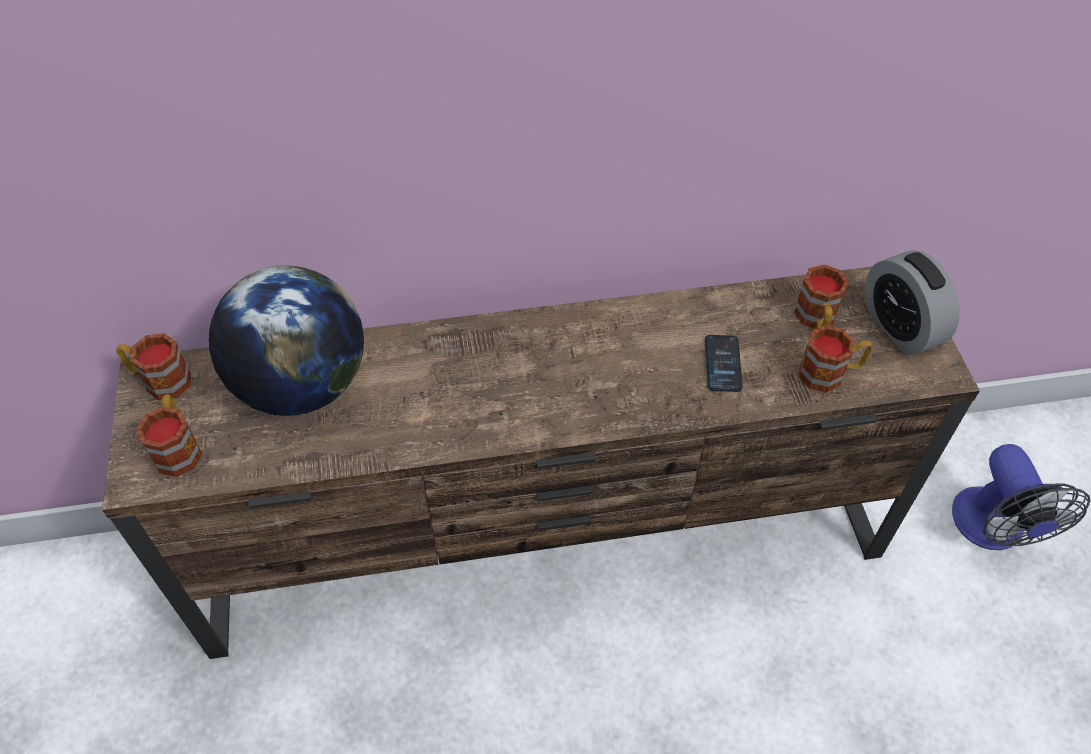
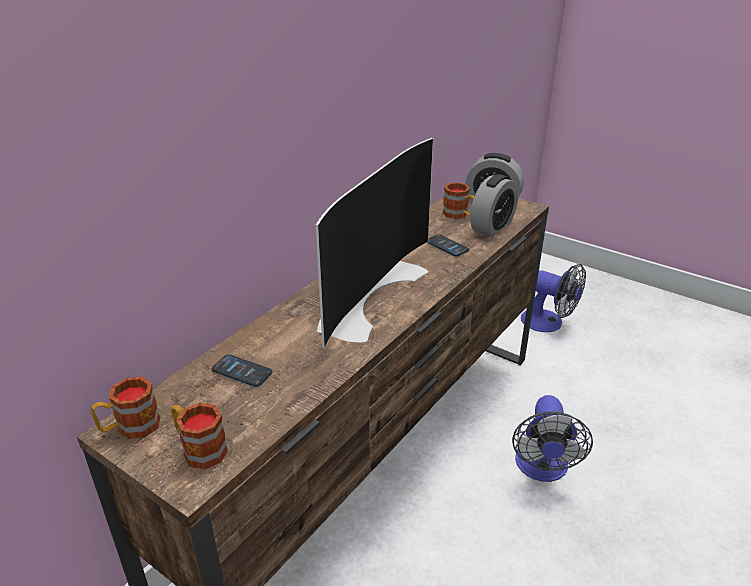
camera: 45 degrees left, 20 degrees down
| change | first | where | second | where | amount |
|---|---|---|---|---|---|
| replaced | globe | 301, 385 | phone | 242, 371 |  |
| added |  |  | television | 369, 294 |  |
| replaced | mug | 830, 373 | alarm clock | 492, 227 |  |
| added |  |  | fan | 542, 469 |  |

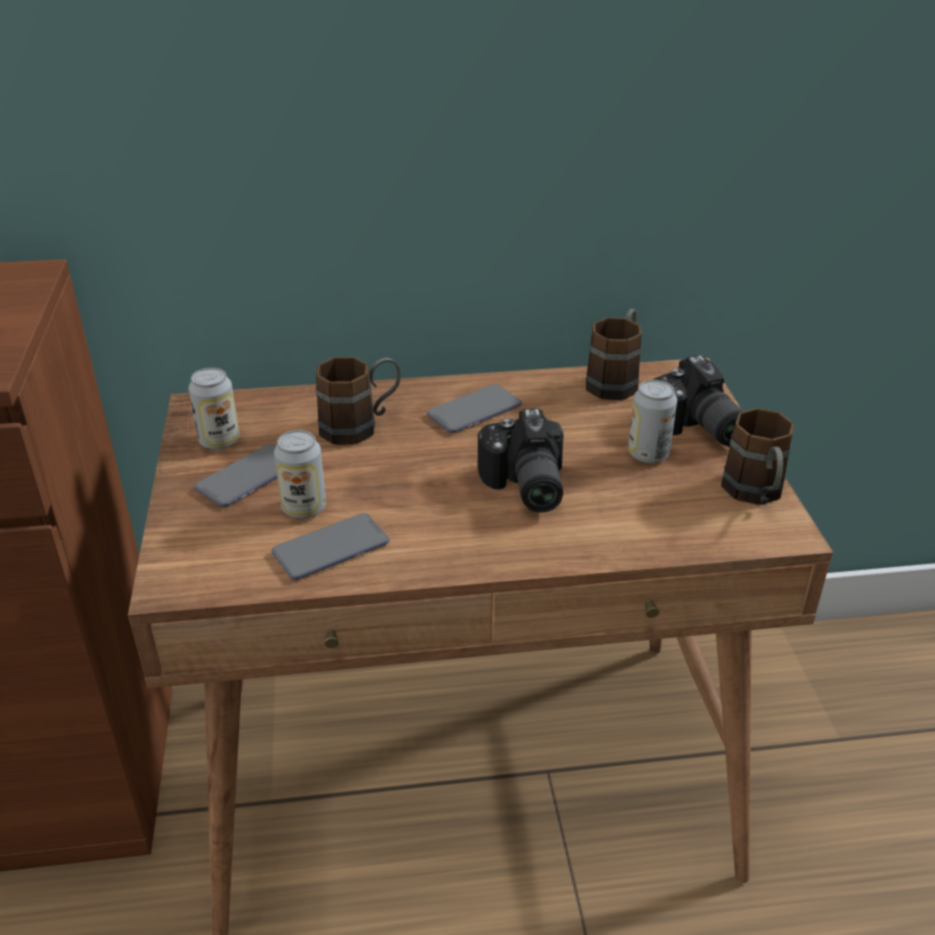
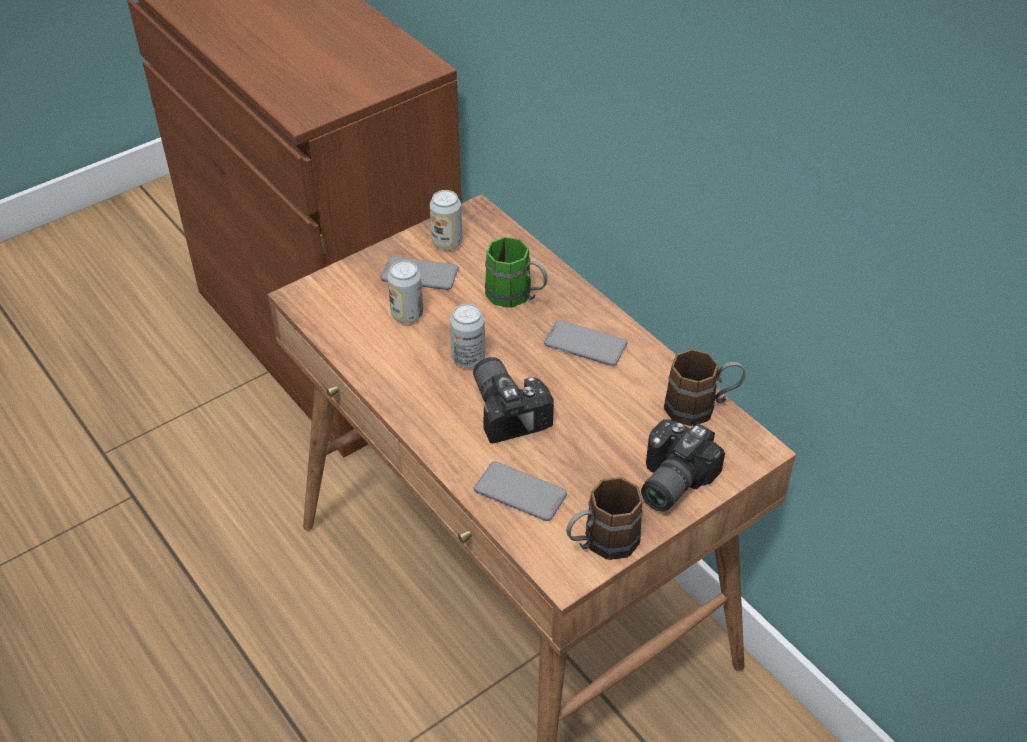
camera: 60 degrees right, 10 degrees up
| change | first | where | second | where | amount |
|---|---|---|---|---|---|
| moved | can | 648, 454 |  | 468, 358 |  |
| turned | photo camera | 523, 487 |  | 509, 408 | 105 degrees clockwise |
| moved | phone | 331, 548 |  | 520, 492 |  |
| recoloured | mug in brown | 360, 426 | mug in green | 517, 297 |  |

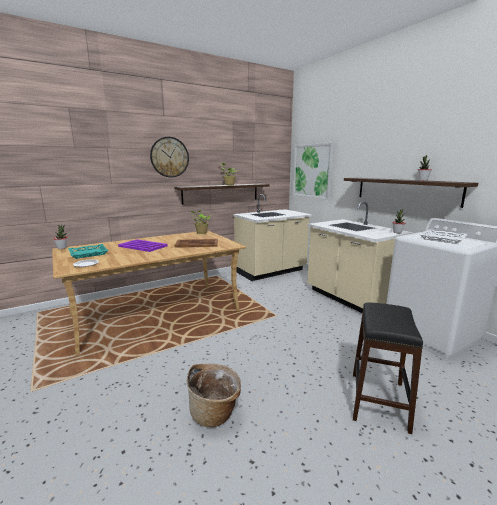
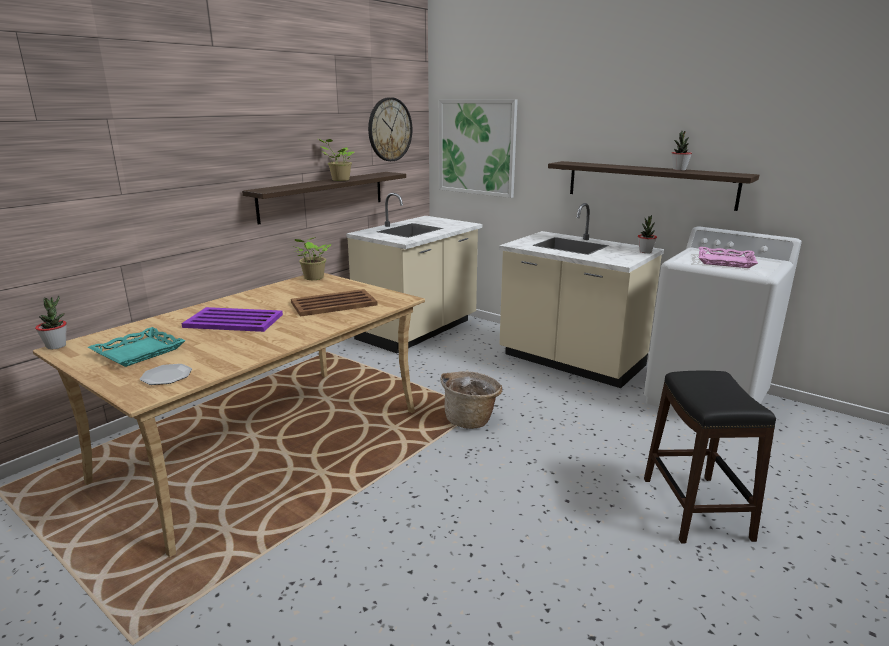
camera: 20 degrees left, 5 degrees up
| change | first | where | second | where | amount |
|---|---|---|---|---|---|
| moved | wall clock | 169, 157 |  | 389, 129 |  |
| moved | basket | 215, 413 |  | 470, 419 |  |
| recoloured | tray in white | 442, 239 | tray in pink | 725, 261 |  |

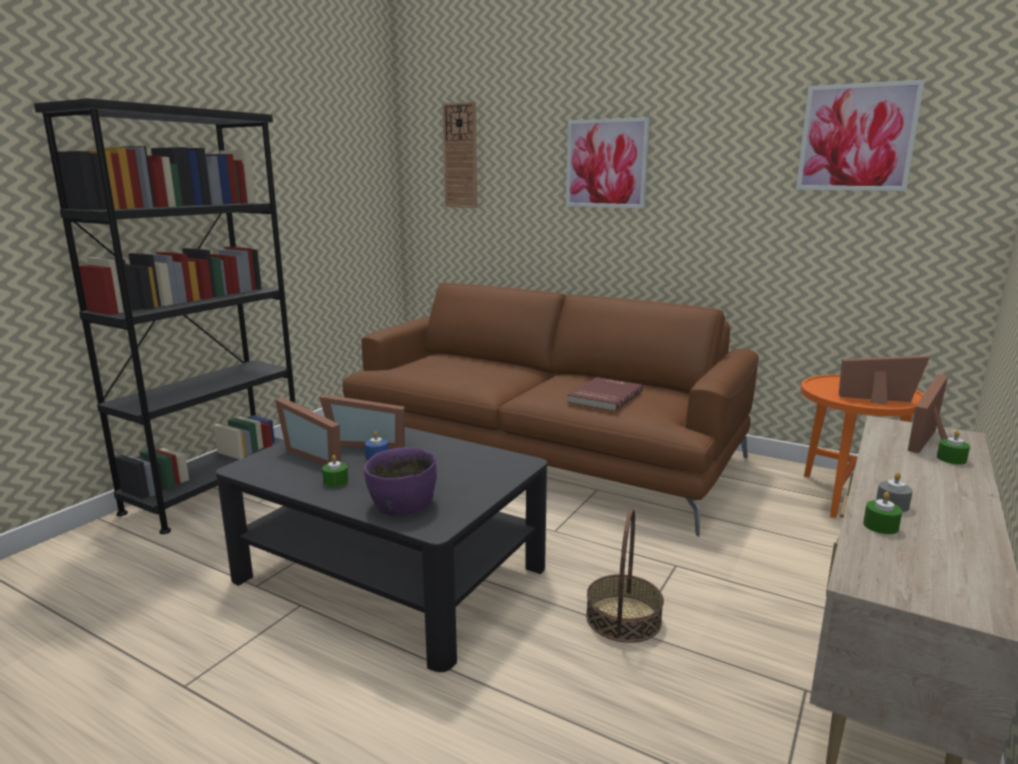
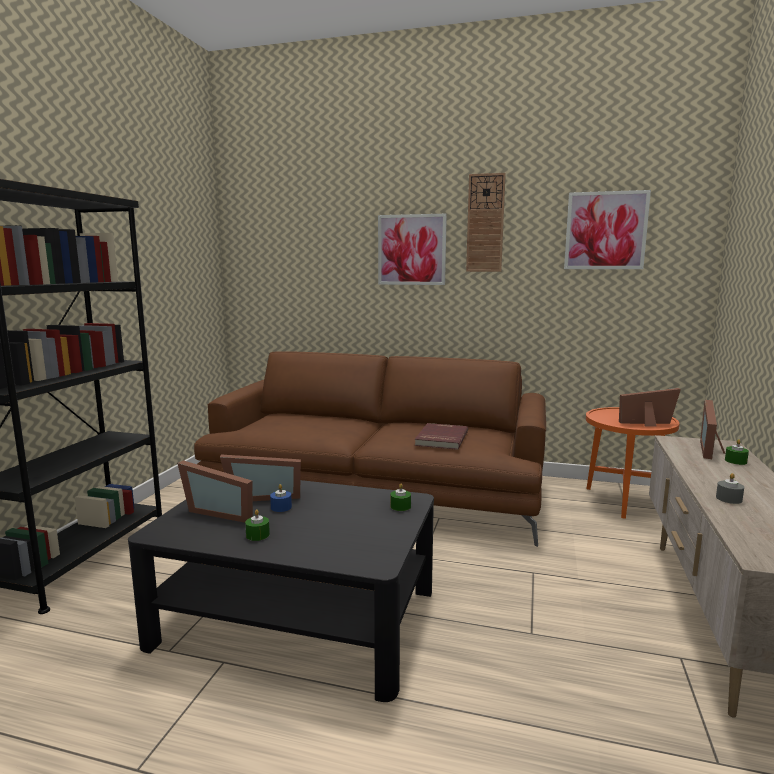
camera: 15 degrees left, 5 degrees down
| change | first | where | second | where | amount |
|---|---|---|---|---|---|
| moved | candle in green | 880, 526 |  | 400, 506 |  |
| moved | wall clock | 461, 156 |  | 485, 223 |  |
| removed | bowl in purple | 401, 504 |  |  |  |
| removed | basket | 623, 618 |  |  |  |

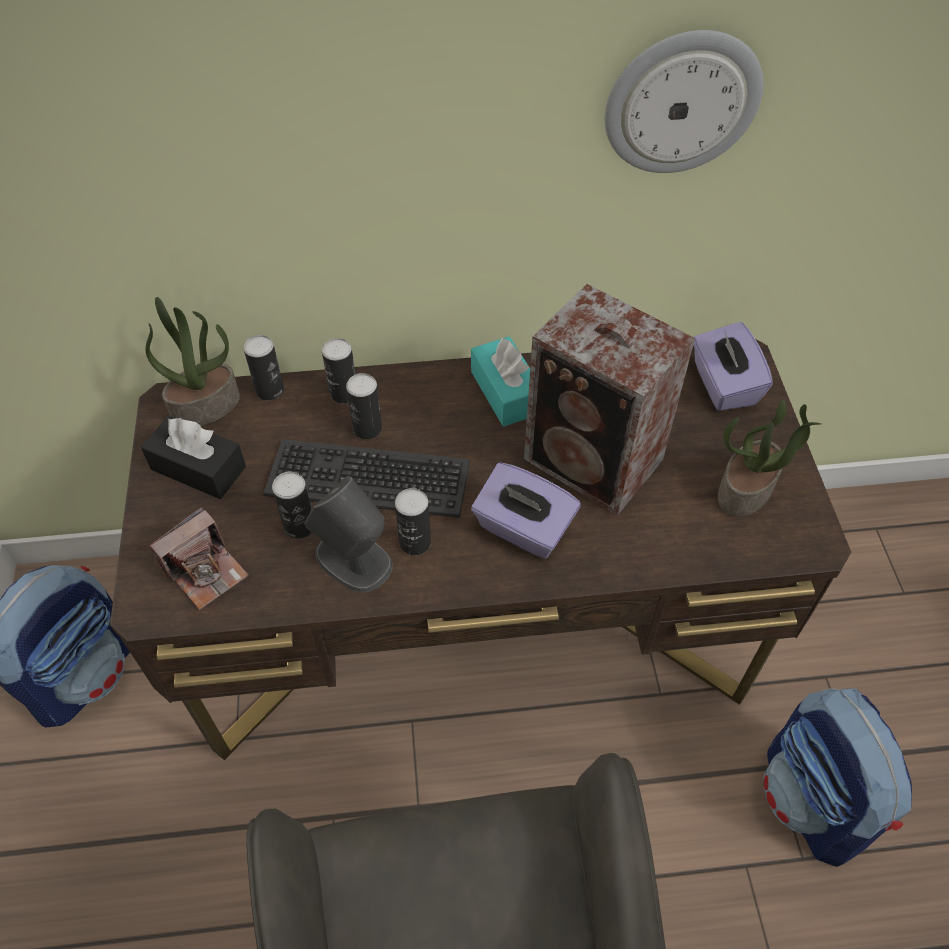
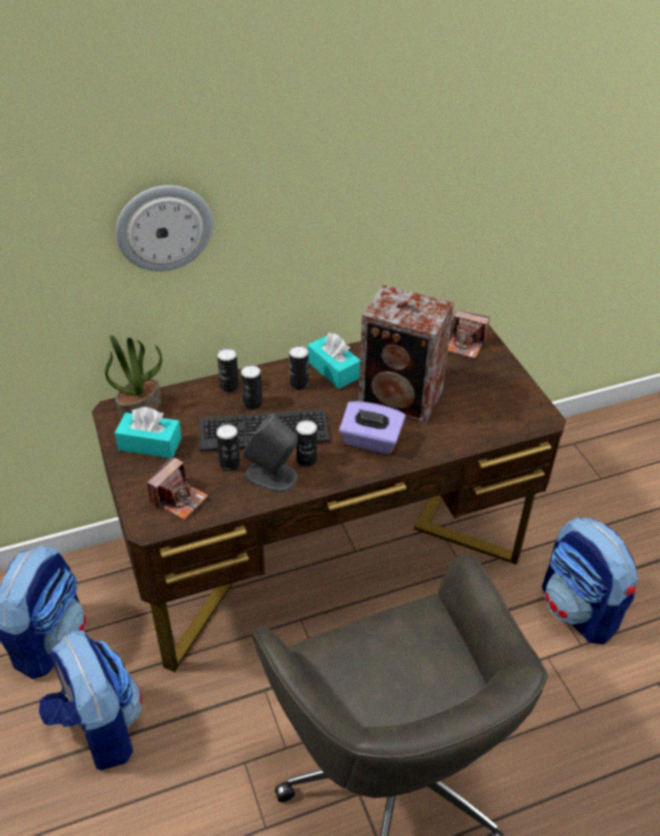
camera: 15 degrees left, 10 degrees down
| change | first | where | second | where | amount |
|---|---|---|---|---|---|
| added |  |  | backpack | 99, 728 |  |
| moved | wall clock | 681, 102 |  | 164, 227 |  |
| recoloured | tissue box in black | 198, 468 | tissue box in turquoise | 150, 444 |  |
| moved | can | 270, 390 |  | 299, 384 |  |
| replaced | tissue box in purple | 723, 385 | photo camera | 465, 345 |  |
| removed | potted plant | 746, 490 |  |  |  |

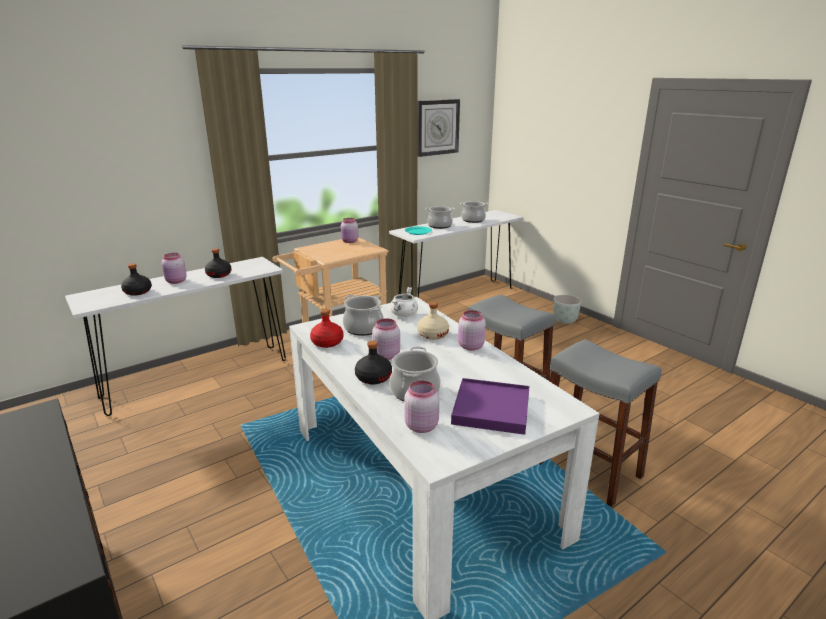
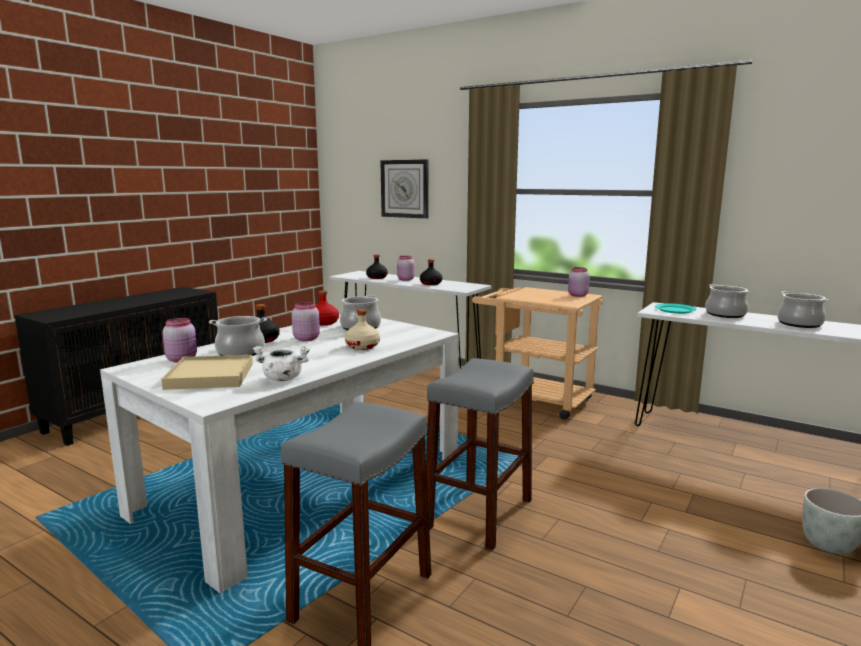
camera: 70 degrees right, 10 degrees down
| change | first | where | second | where | amount |
|---|---|---|---|---|---|
| recoloured | tray in purple | 491, 409 | tray in beige | 210, 376 |  |
| moved | cooking pot in white | 404, 315 |  | 282, 379 |  |
| moved | wall clock | 437, 127 |  | 405, 189 |  |
| removed | jar in pink | 470, 346 |  |  |  |

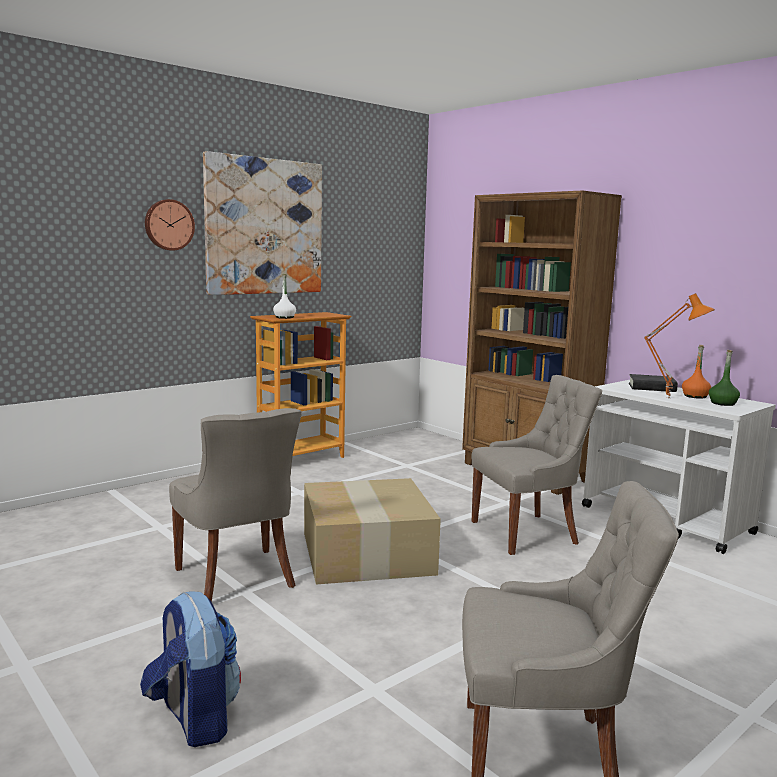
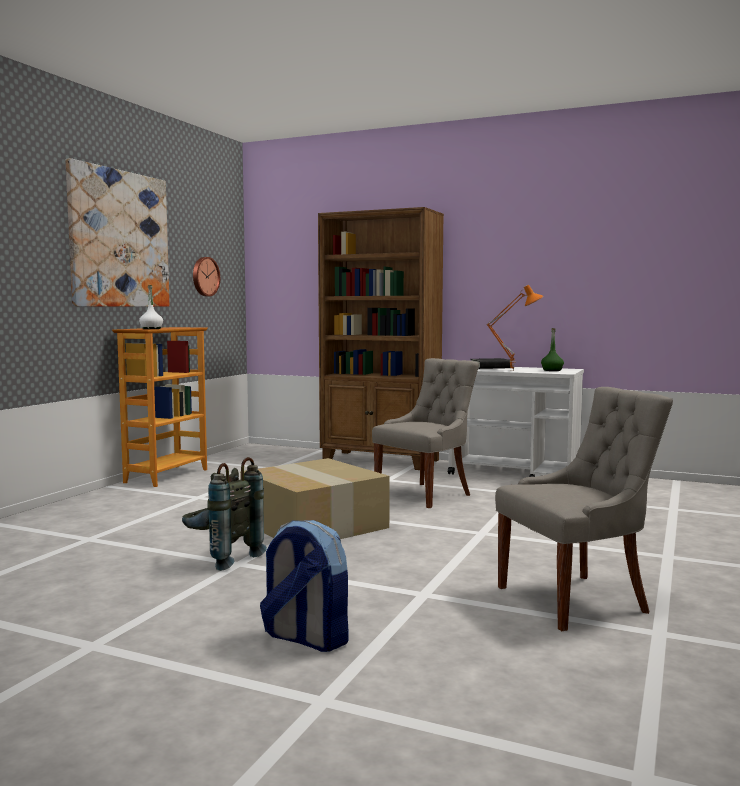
camera: 25 degrees left, 5 degrees down
| change | first | where | second | where | amount |
|---|---|---|---|---|---|
| replaced | chair in grey | 237, 578 | backpack in grey | 220, 557 |  |
| moved | wall clock | 168, 225 |  | 204, 276 |  |
| removed | bottle in orange | 695, 396 |  |  |  |

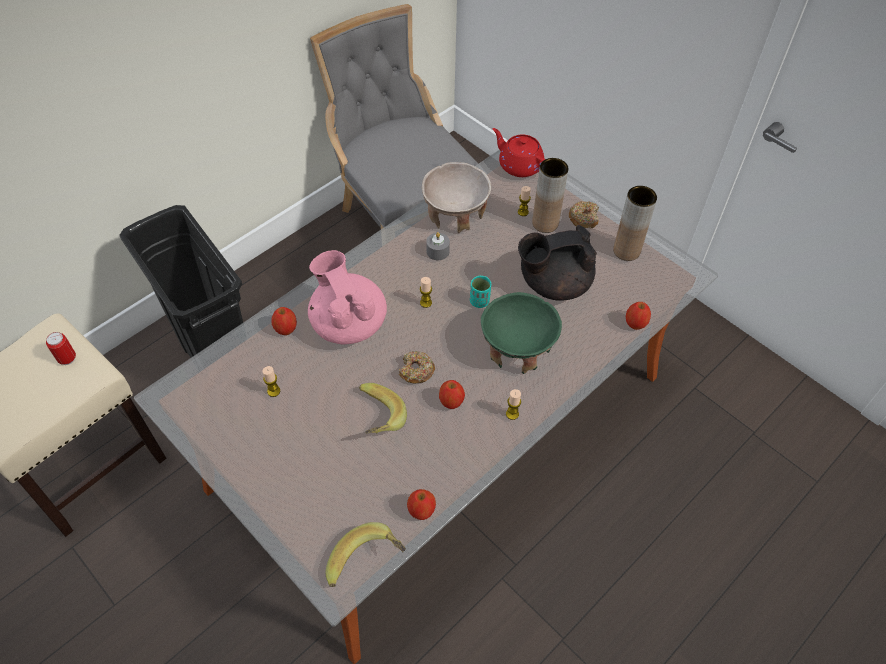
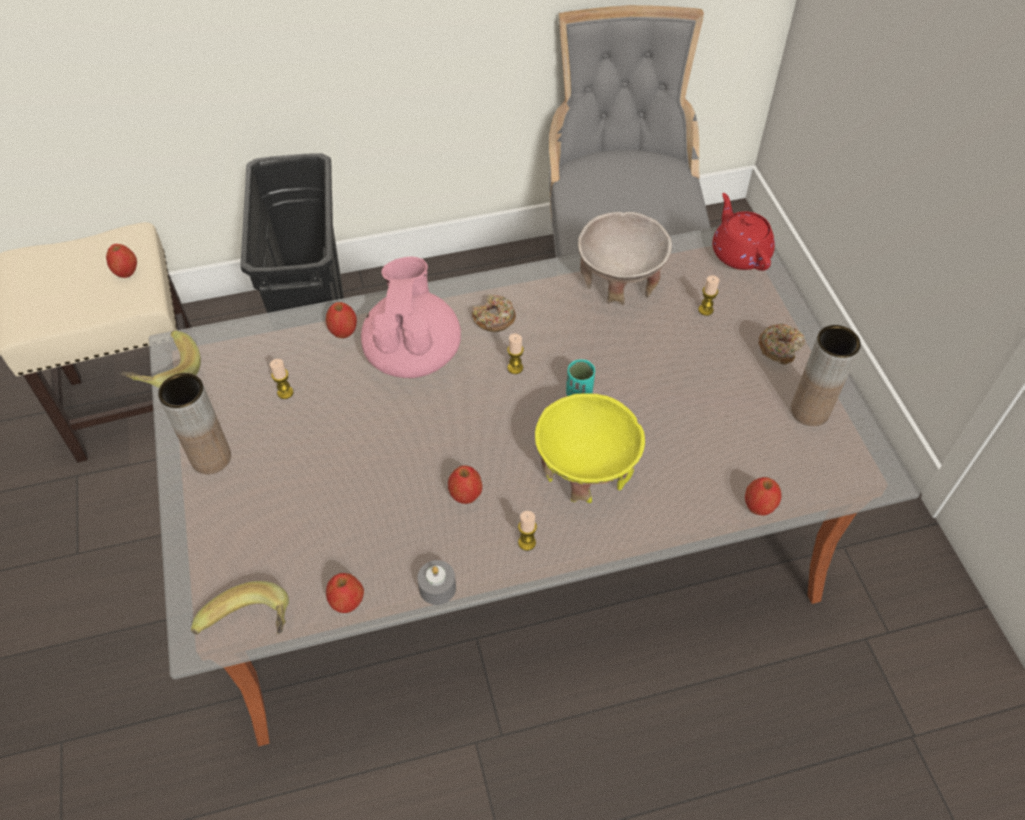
camera: 30 degrees right, 0 degrees up
| change | first | where | second | where | amount |
|---|---|---|---|---|---|
| replaced | can | 67, 359 | apple | 126, 272 |  |
| moved | banana | 375, 419 |  | 165, 373 |  |
| moved | vase in brown | 545, 223 |  | 211, 457 |  |
| moved | candle in grey | 437, 251 |  | 437, 588 |  |
| moved | donut | 416, 371 |  | 494, 319 |  |
| recoloured | bowl in green | 517, 349 | bowl in yellow | 585, 470 |  |
| removed | teapot in black | 553, 284 |  |  |  |

